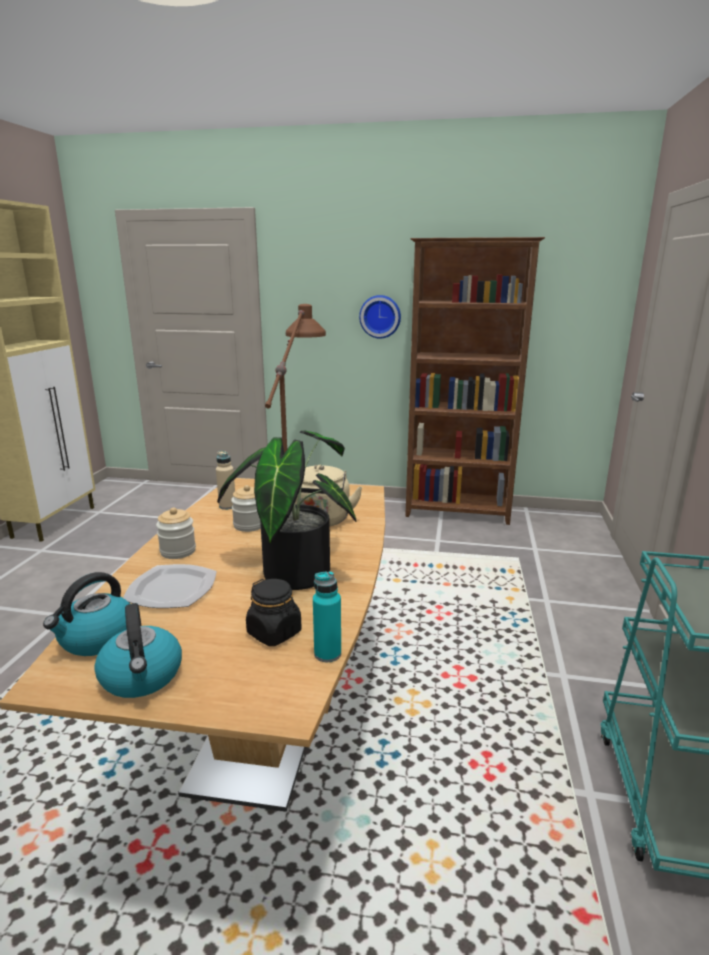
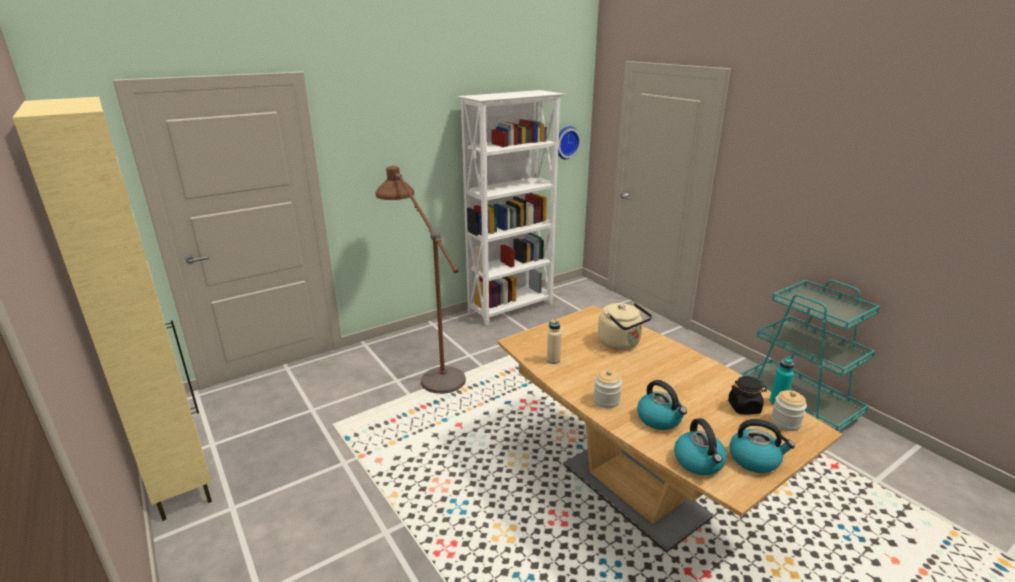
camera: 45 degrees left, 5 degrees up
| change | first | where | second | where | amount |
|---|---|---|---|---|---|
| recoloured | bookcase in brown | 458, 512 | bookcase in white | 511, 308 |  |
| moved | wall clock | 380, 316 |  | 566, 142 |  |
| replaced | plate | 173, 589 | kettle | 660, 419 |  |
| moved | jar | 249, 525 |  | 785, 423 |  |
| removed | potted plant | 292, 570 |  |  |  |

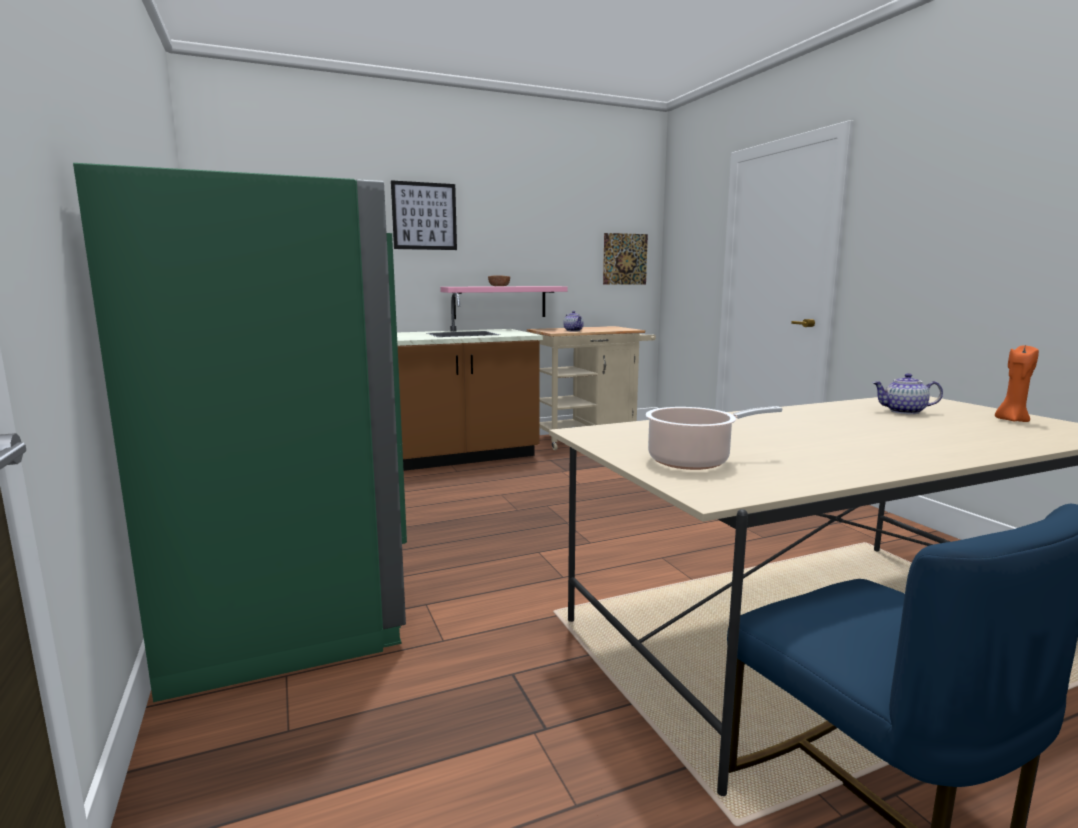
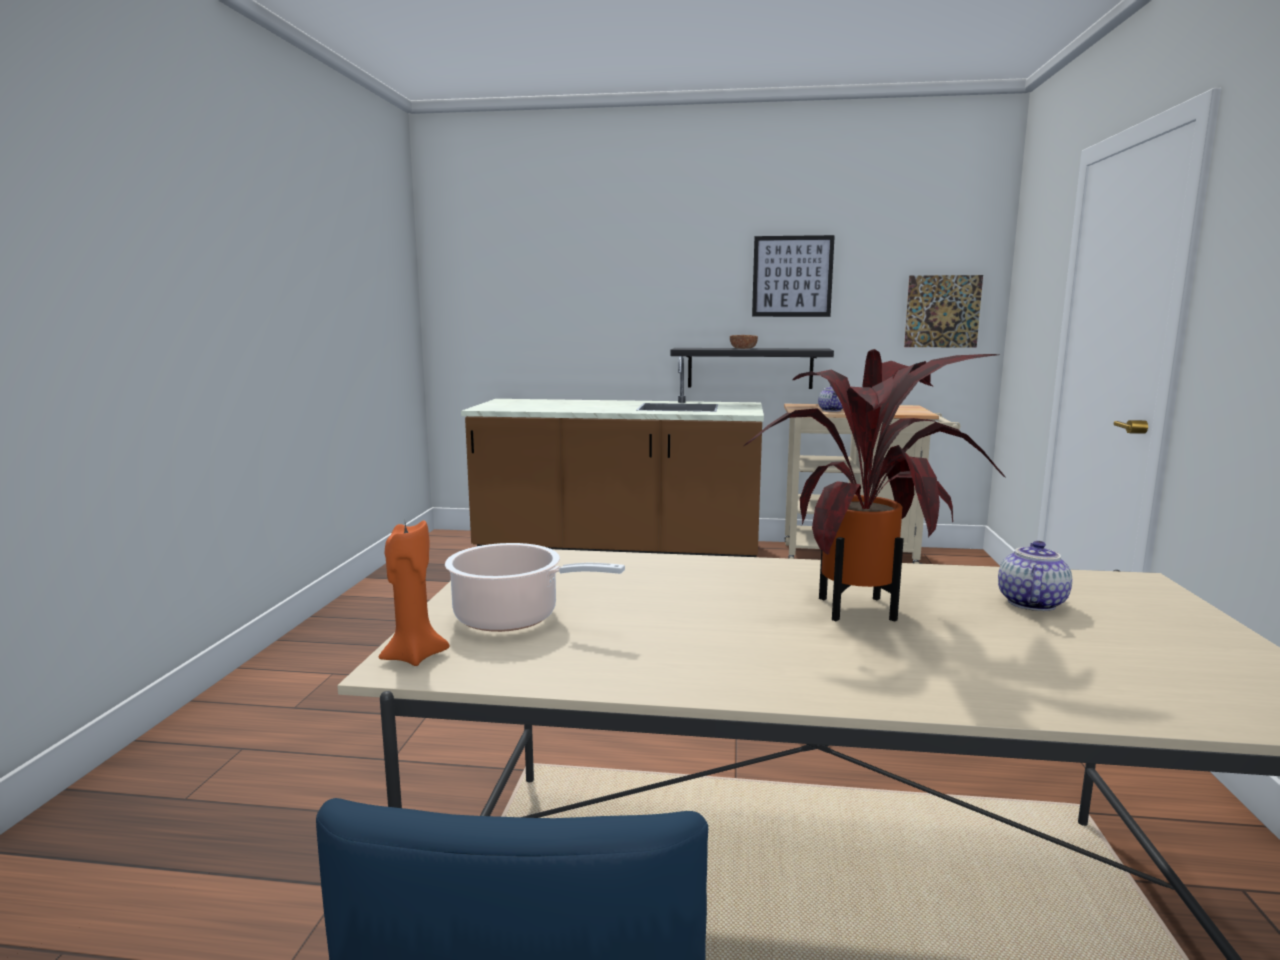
camera: 30 degrees right, 0 degrees up
| change | first | where | second | where | amount |
|---|---|---|---|---|---|
| moved | candle in orange | 1011, 420 |  | 414, 656 |  |
| recoloured | shelf in pink | 500, 302 | shelf in black | 750, 368 |  |
| added |  |  | potted plant | 866, 611 |  |
| moved | picture | 424, 216 |  | 792, 276 |  |
| turned | teapot | 904, 412 |  | 1029, 603 | 75 degrees clockwise |
| removed | fridge in green | 287, 601 |  |  |  |

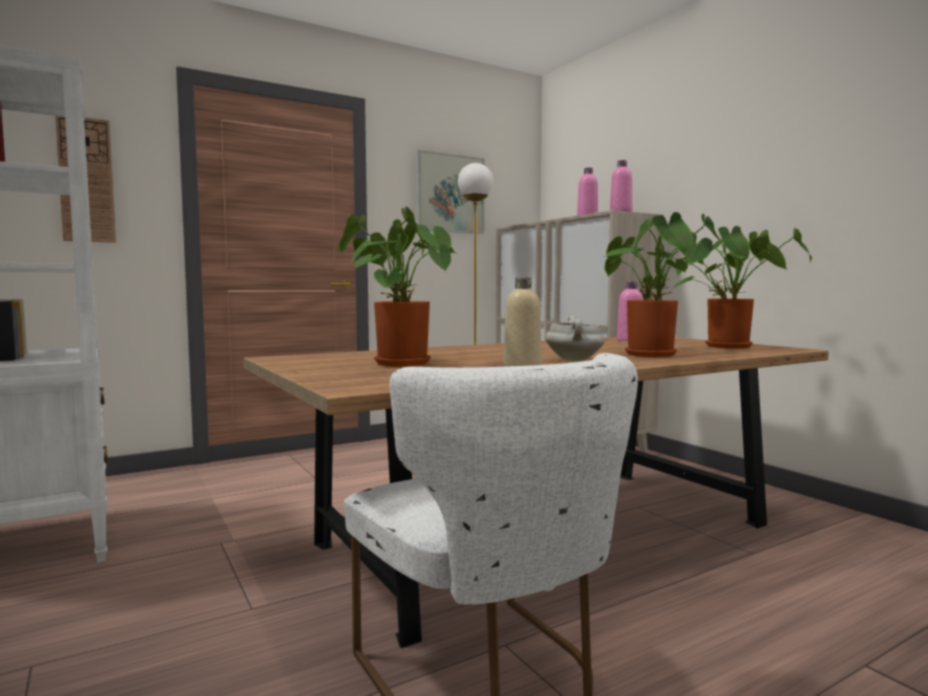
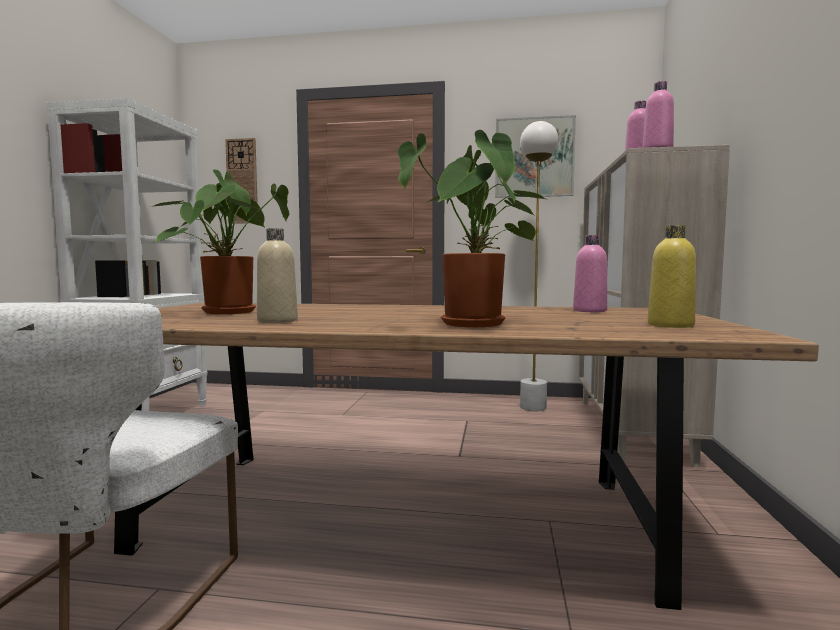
camera: 40 degrees right, 0 degrees up
| change | first | where | second | where | amount |
|---|---|---|---|---|---|
| replaced | potted plant | 731, 346 | bottle in yellow | 670, 325 |  |
| removed | cooking pot in white | 575, 360 |  |  |  |

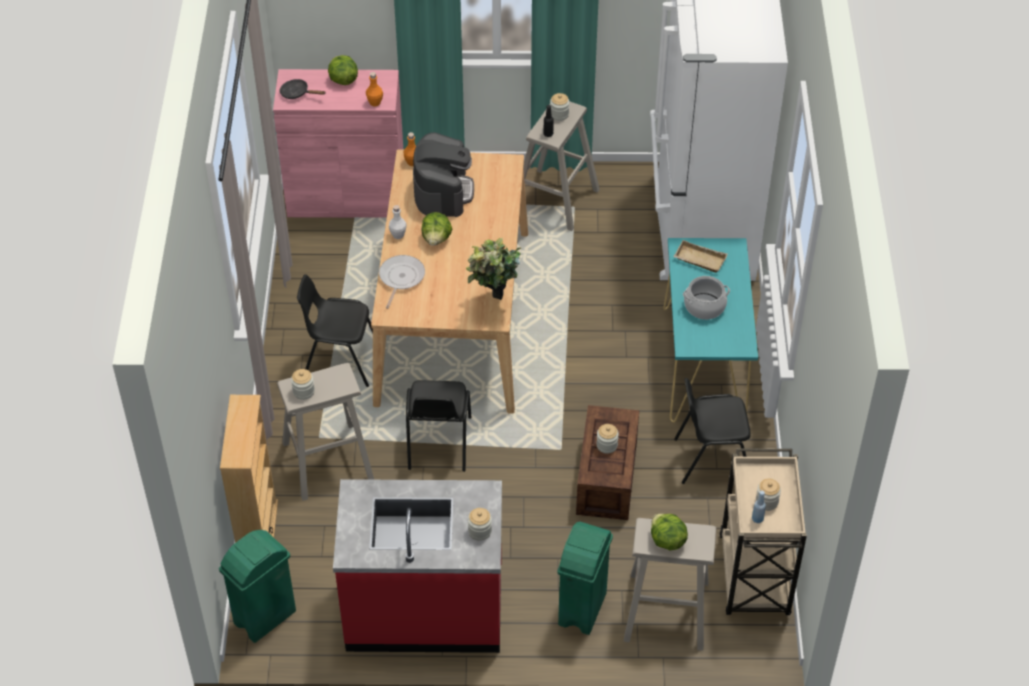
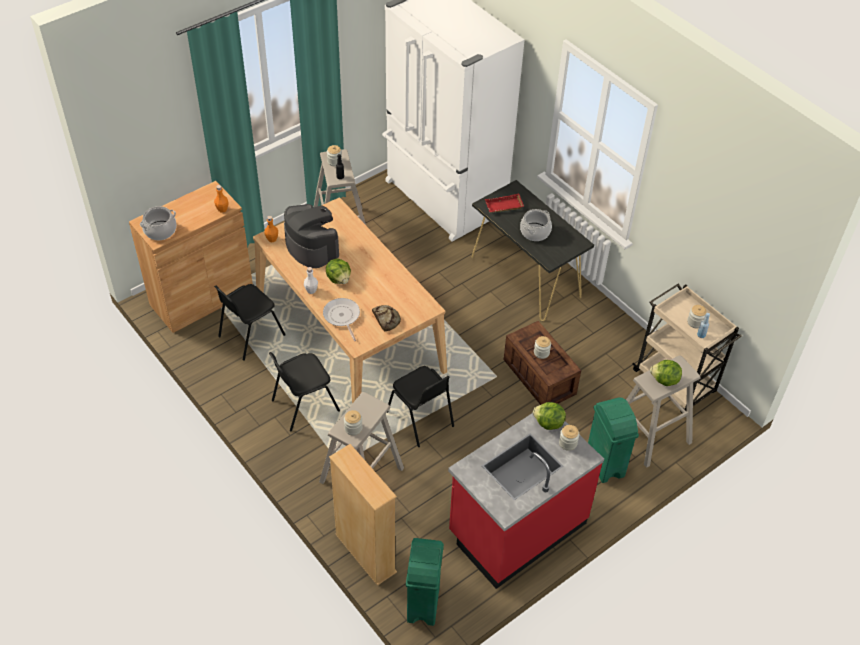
camera: 40 degrees left, 0 degrees up
| change | first | where | second | where | amount |
|---|---|---|---|---|---|
| recoloured | cabinet in pink | 346, 197 | cabinet in brown | 202, 297 |  |
| replaced | frying pan in black | 297, 93 | cooking pot | 160, 230 |  |
| moved | chair in black | 711, 458 |  | 250, 335 |  |
| added |  |  | bread | 386, 319 |  |
| recoloured | console table in turquoise | 703, 364 | console table in black | 526, 277 |  |
| recoloured | tray in beige | 699, 260 | tray in red | 503, 207 |  |
| moved | lettuce | 343, 80 |  | 548, 423 |  |
| removed | potted plant | 492, 307 |  |  |  |

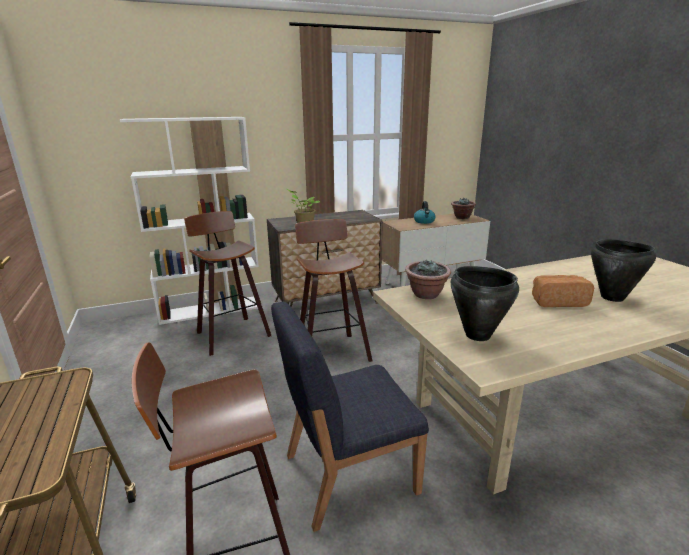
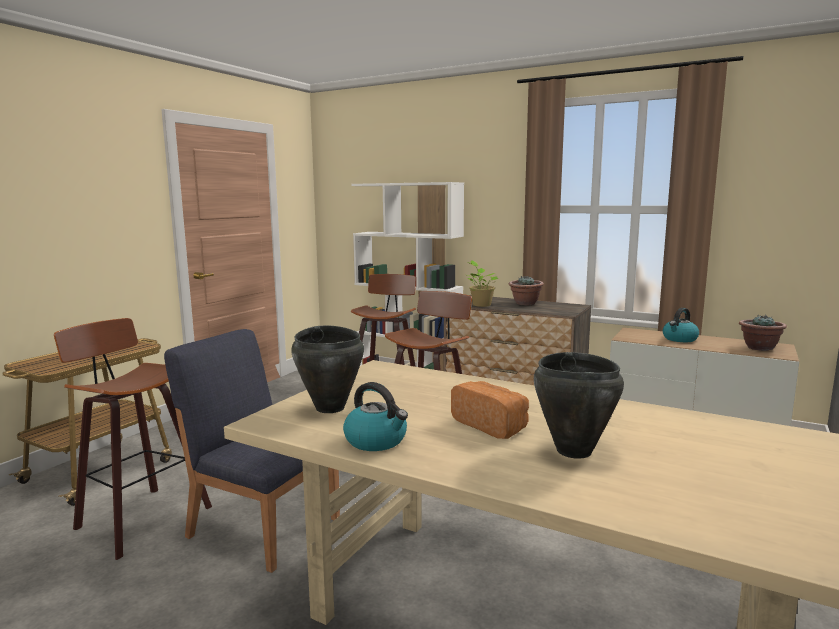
camera: 50 degrees right, 10 degrees down
| change | first | where | second | where | amount |
|---|---|---|---|---|---|
| added |  |  | kettle | 377, 441 |  |
| moved | potted plant | 426, 294 |  | 525, 303 |  |

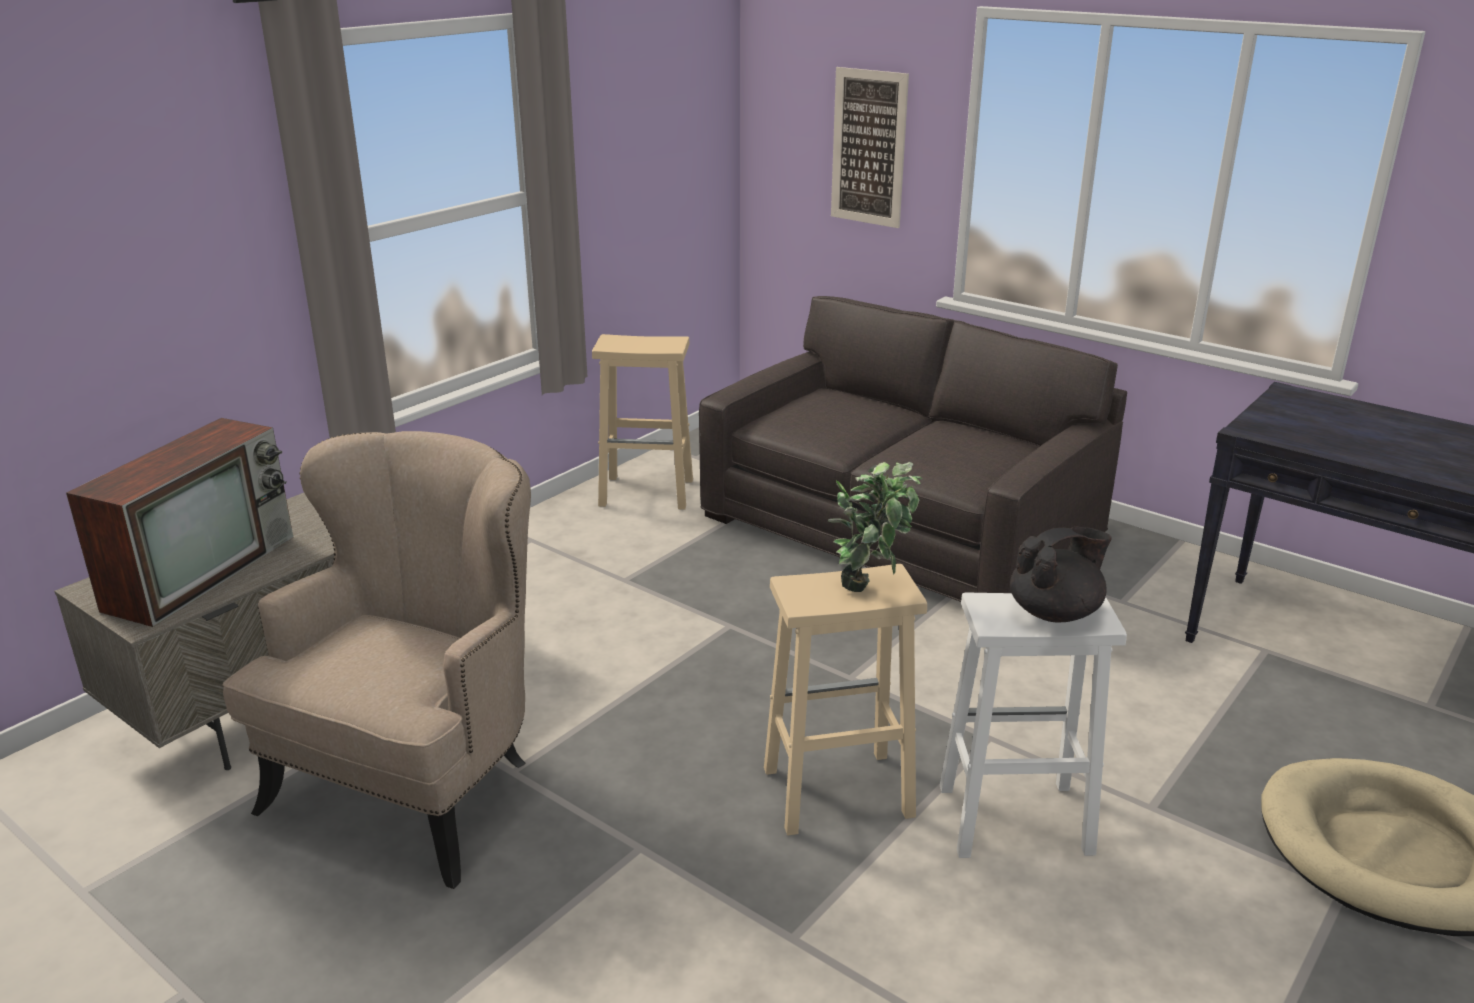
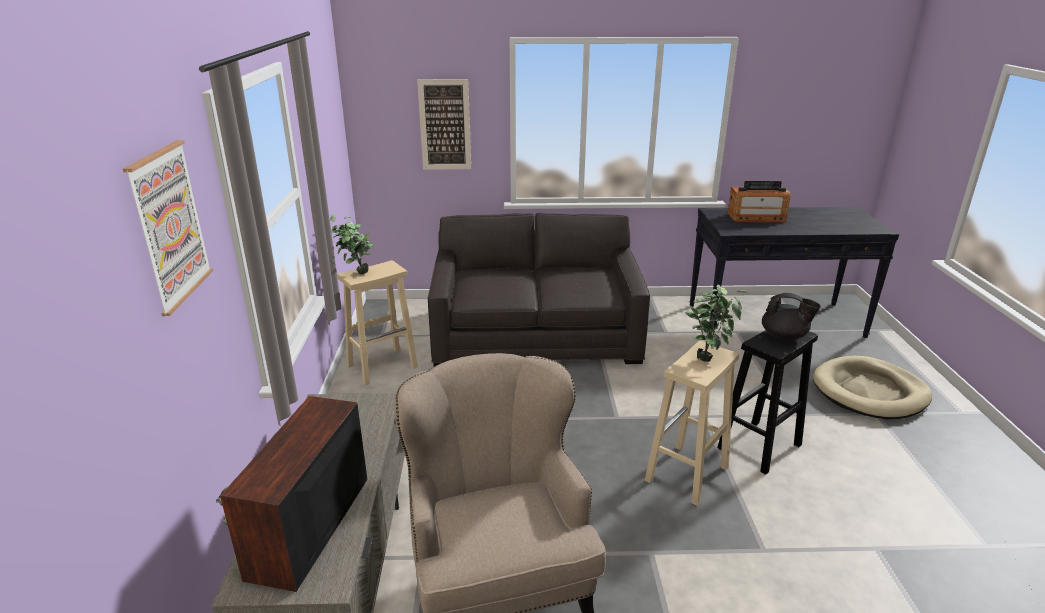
camera: 40 degrees left, 0 degrees up
| change | first | where | second | where | amount |
|---|---|---|---|---|---|
| added |  |  | picture | 169, 226 |  |
| turned | television | 203, 570 |  | 309, 528 | 150 degrees counterclockwise |
| added |  |  | potted plant | 355, 274 |  |
| recoloured | stool in white | 1012, 820 | stool in black | 759, 447 |  |
| added |  |  | radio | 756, 218 |  |
| turned | teapot in black | 1055, 612 |  | 784, 336 | 90 degrees clockwise |

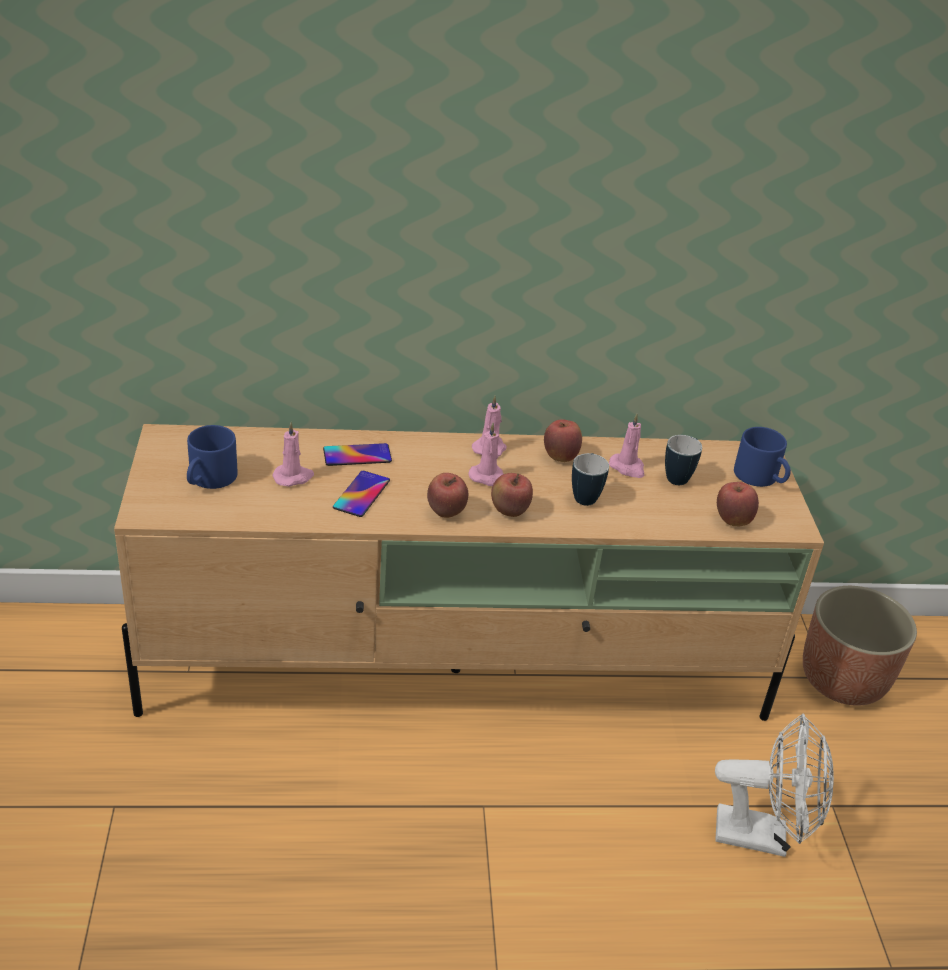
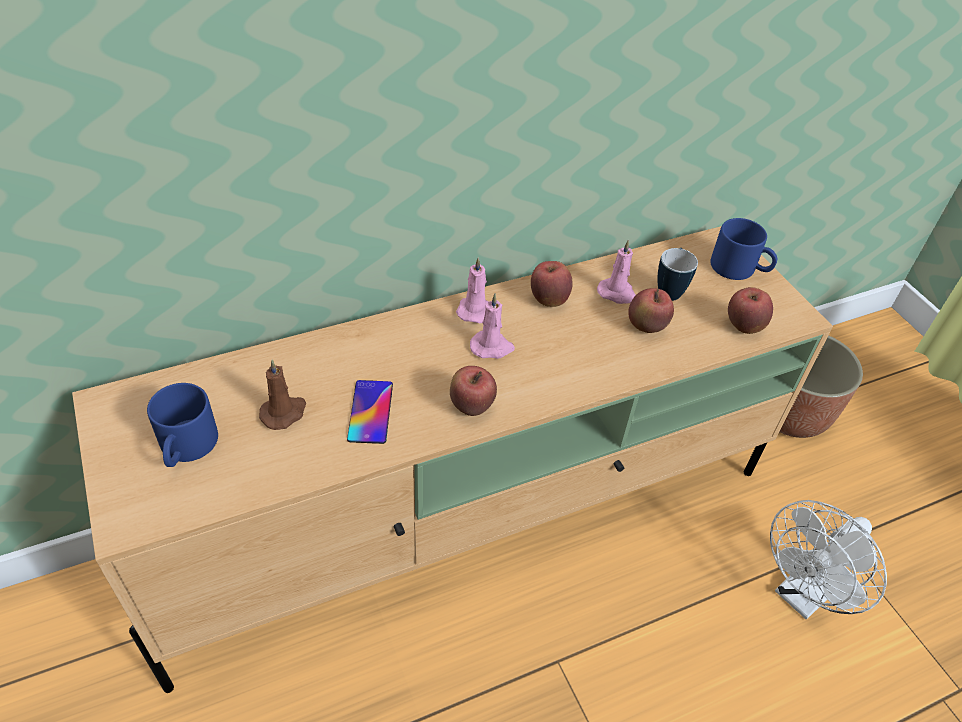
camera: 20 degrees left, 10 degrees up
| change | first | where | second | where | amount |
|---|---|---|---|---|---|
| recoloured | candle in pink | 293, 477 | candle in brown | 284, 412 |  |
| moved | apple | 509, 512 |  | 646, 327 |  |
| turned | fan in white | 763, 835 |  | 802, 595 | 150 degrees clockwise |
| removed | phone | 357, 455 |  |  |  |
| removed | mug | 585, 495 |  |  |  |

